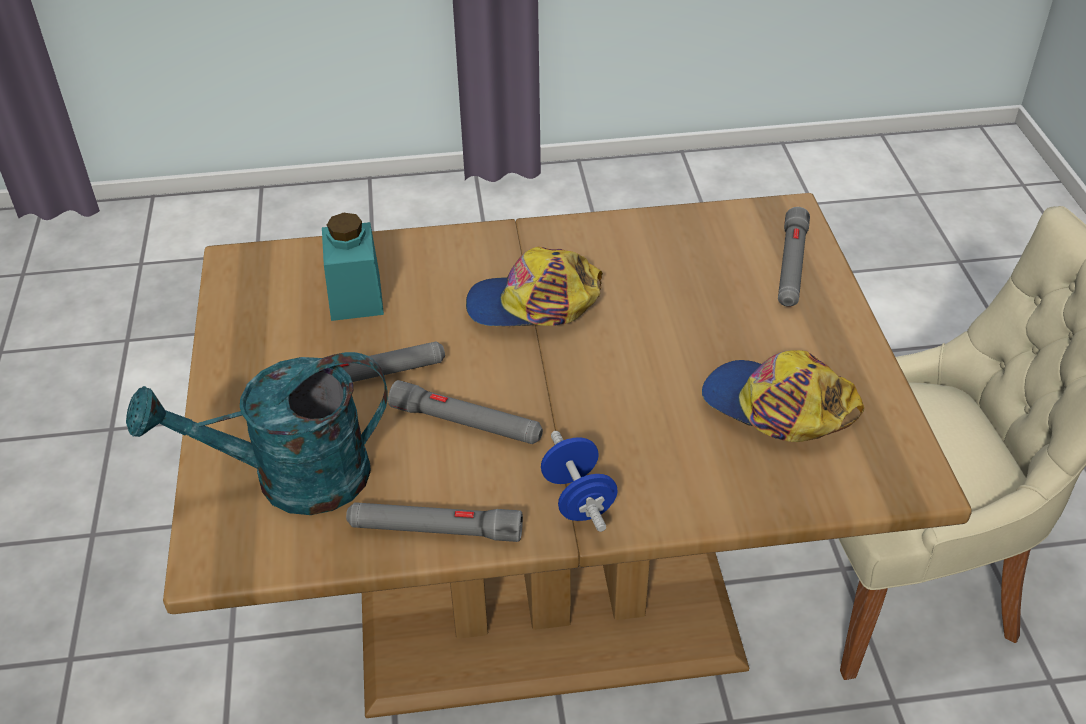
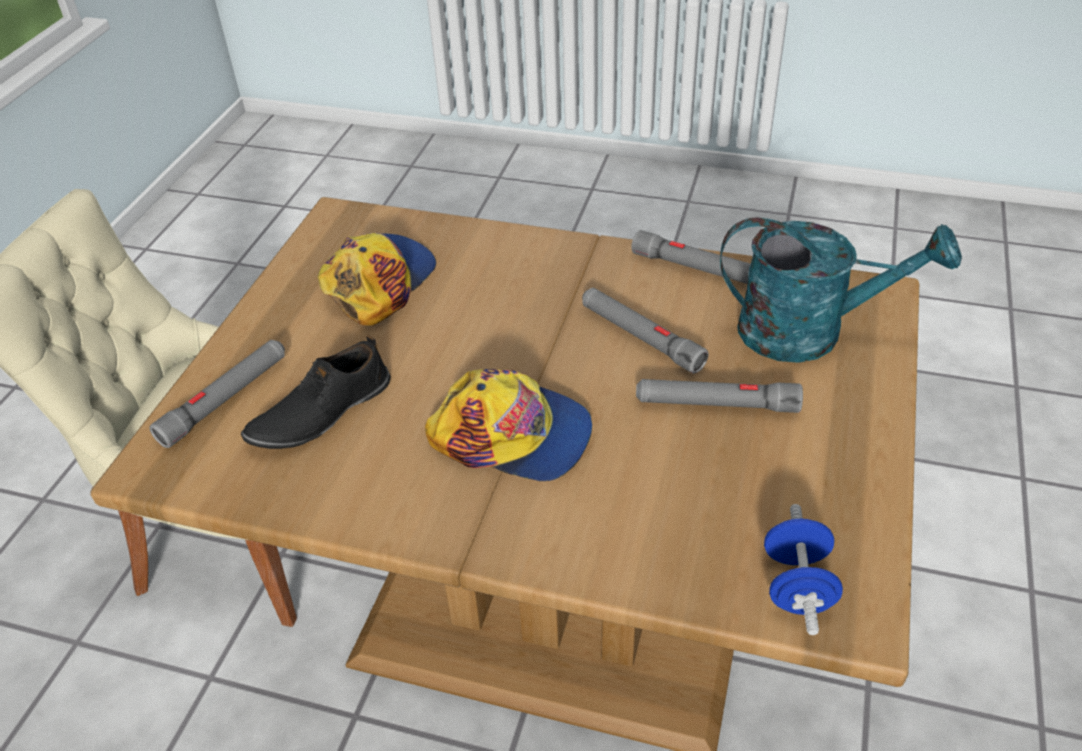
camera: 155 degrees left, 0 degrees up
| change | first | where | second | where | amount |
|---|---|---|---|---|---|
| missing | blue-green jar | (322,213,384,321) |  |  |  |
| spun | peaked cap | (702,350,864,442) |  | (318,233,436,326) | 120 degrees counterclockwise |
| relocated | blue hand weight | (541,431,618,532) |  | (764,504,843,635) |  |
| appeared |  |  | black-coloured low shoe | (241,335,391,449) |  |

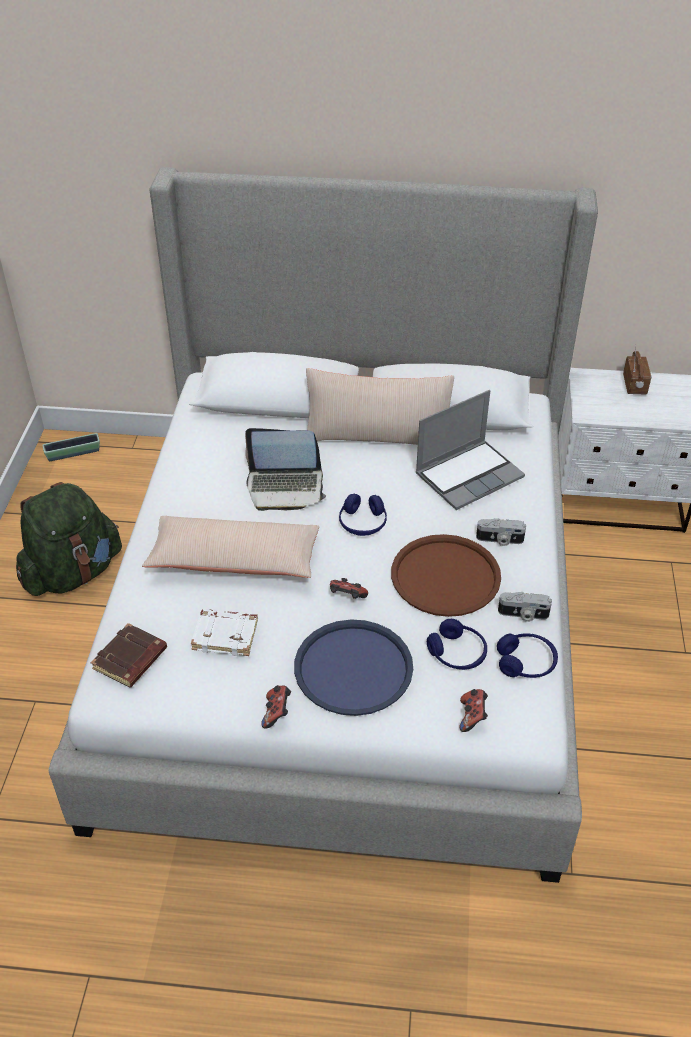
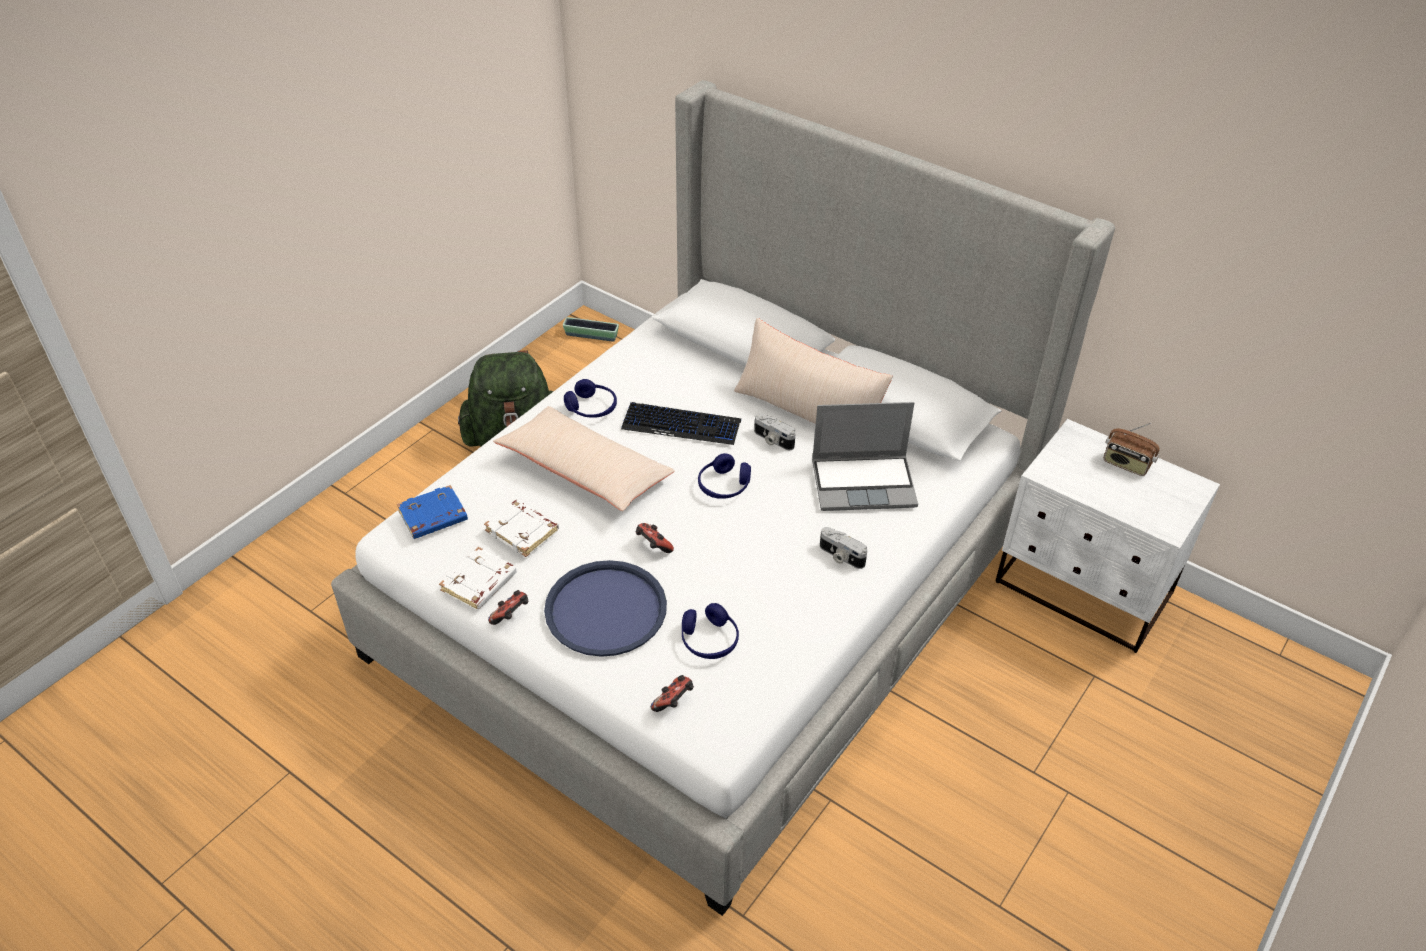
camera: 30 degrees right, 0 degrees up
| change | first | where | second | where | amount |
|---|---|---|---|---|---|
| spun | radio set | (623,345,652,394) |  | (1104,423,1160,476) | 90 degrees clockwise |
| exchanged | notebook computer | (245,428,326,511) | computer keyboard | (621,402,741,445) |  |
| missing | brownish serving tray | (391,534,501,617) |  |  |  |
| relocated | photo camera | (498,592,552,622) |  | (754,413,796,450) |  |
| colour | brownish volume | (91,623,167,687) | blue volume | (397,485,468,539) |  |
| relocated | blue pair of headphones | (497,633,558,678) |  | (564,379,617,418) |  |
| appeared |  |  | white volume | (439,547,517,610) |  |

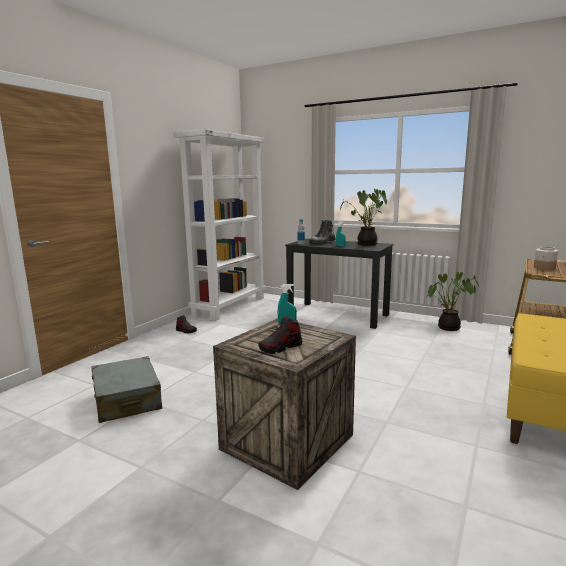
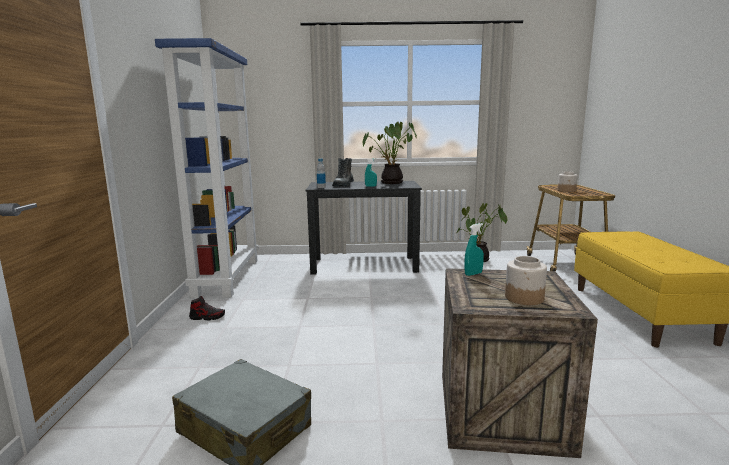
camera: 30 degrees left, 0 degrees up
| change | first | where | second | where | amount |
|---|---|---|---|---|---|
| colour | white bookcase | (175,129,265,321) | blue bookcase | (155,38,259,298) |  |
| exchanged | low shoe | (258,316,302,354) | jar | (505,256,547,305) |  |

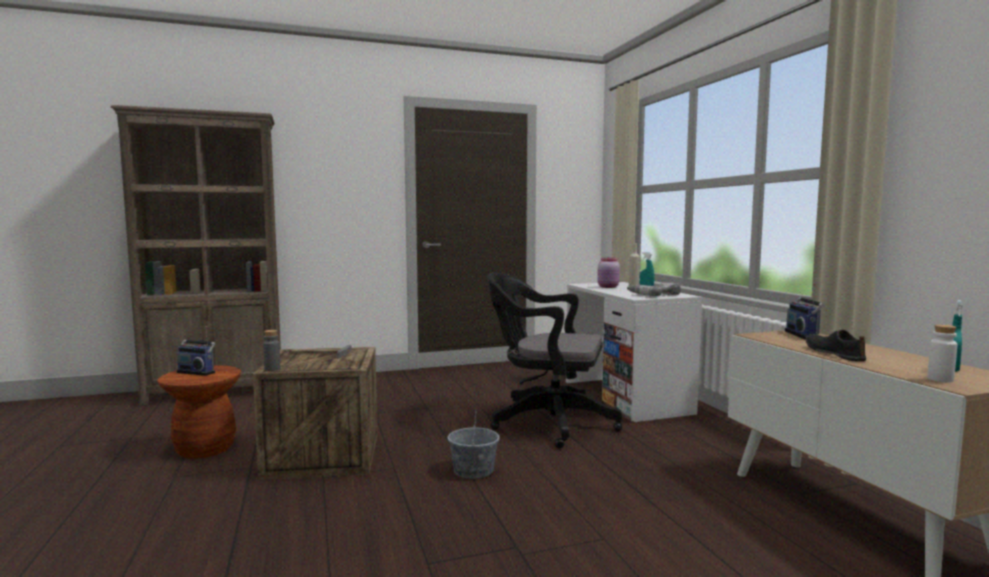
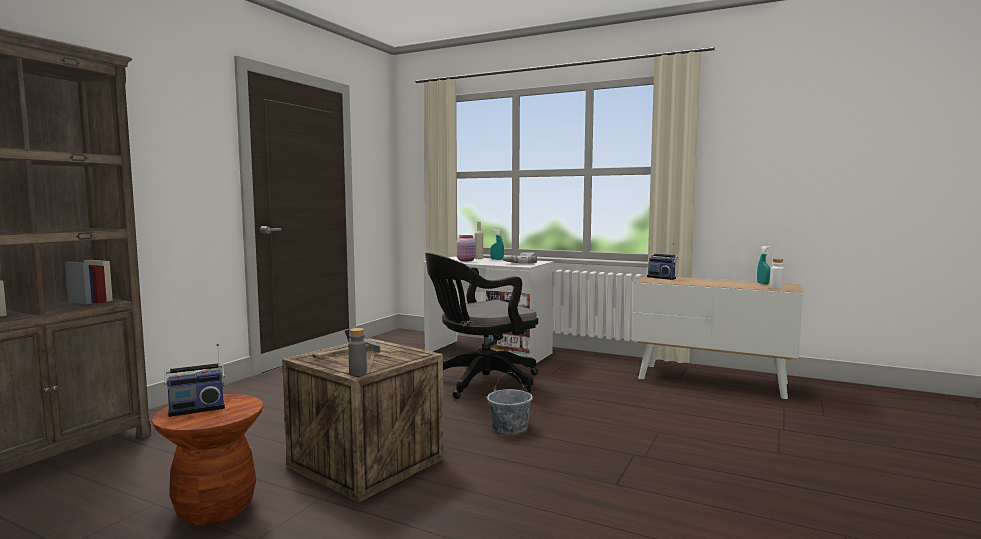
camera: 45 degrees left, 0 degrees up
| change | first | where | second | where | amount |
|---|---|---|---|---|---|
| missing | black-coloured low shoe | (806,330,866,361) |  |  |  |

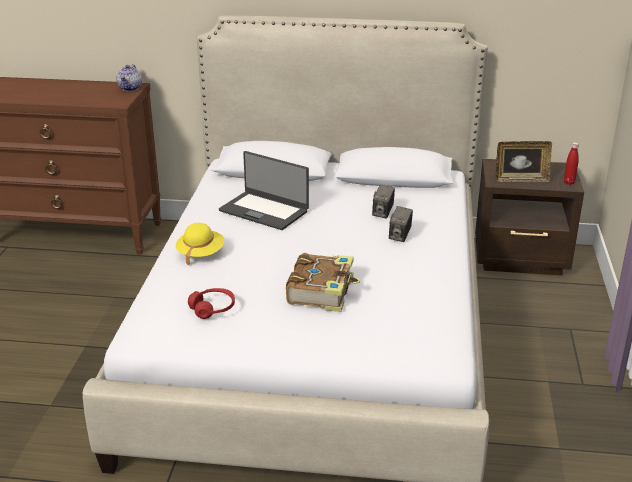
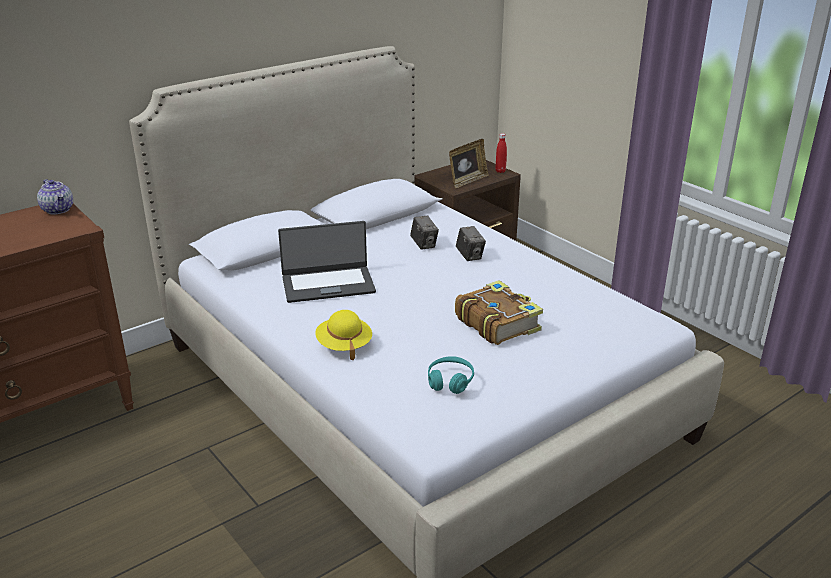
camera: 45 degrees left, 0 degrees up
| change | first | where | second | where | amount |
|---|---|---|---|---|---|
| colour | reddish pair of headphones | (188,288,235,319) | blue-green pair of headphones | (428,356,474,394) |  |

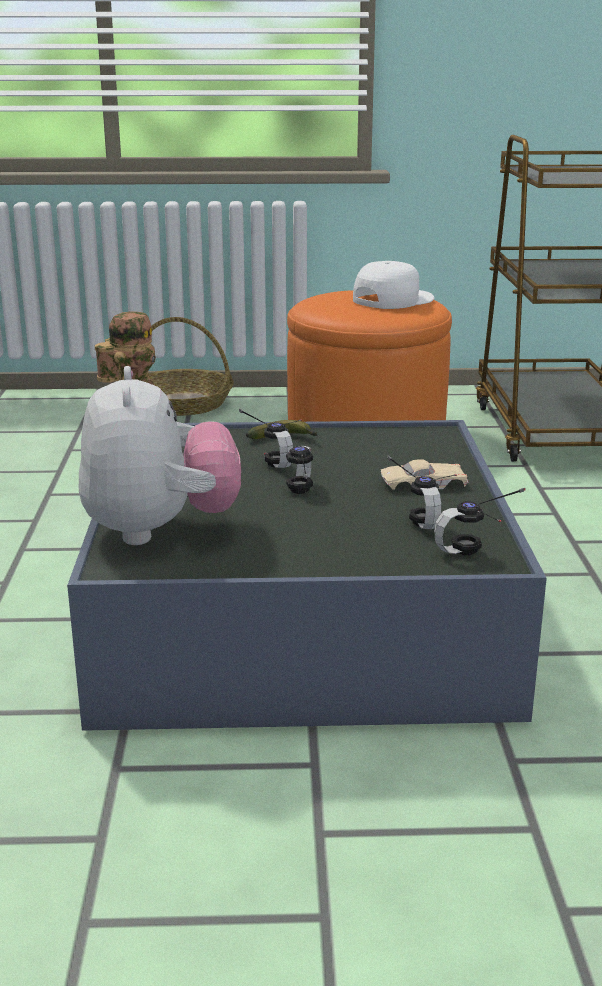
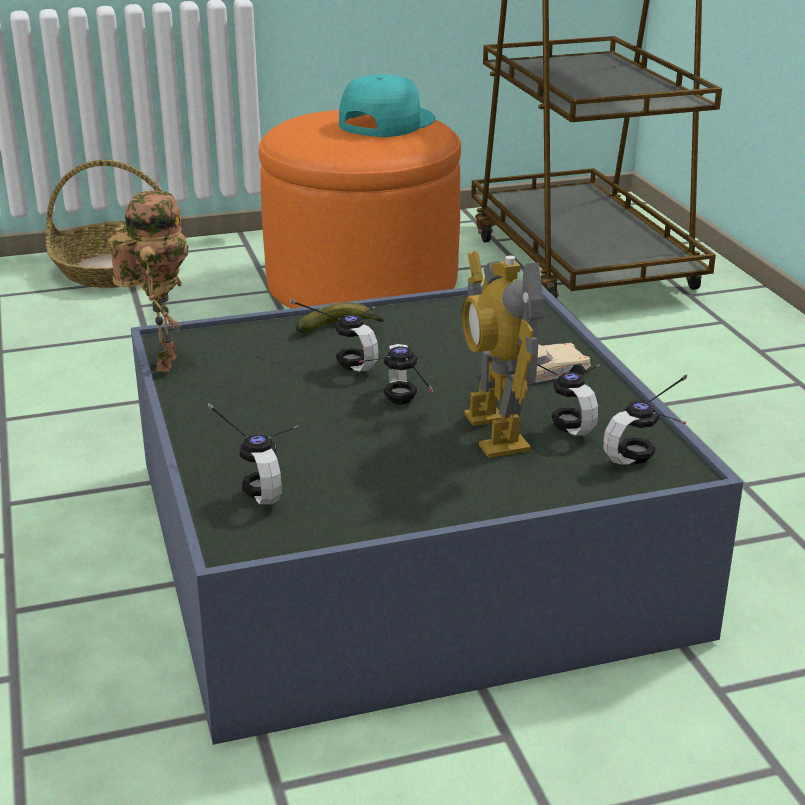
camera: 15 degrees left, 5 degrees up
| change | first | where | second | where | amount |
|---|---|---|---|---|---|
| colour | white peaked cap | (353,261,434,309) | blue-green peaked cap | (339,74,435,137) |  |
| exchanged | plush toy | (79,366,241,545) | pair of headphones | (208,403,299,505) |  |
| appeared |  |  | model robot | (462,251,544,458) |  |

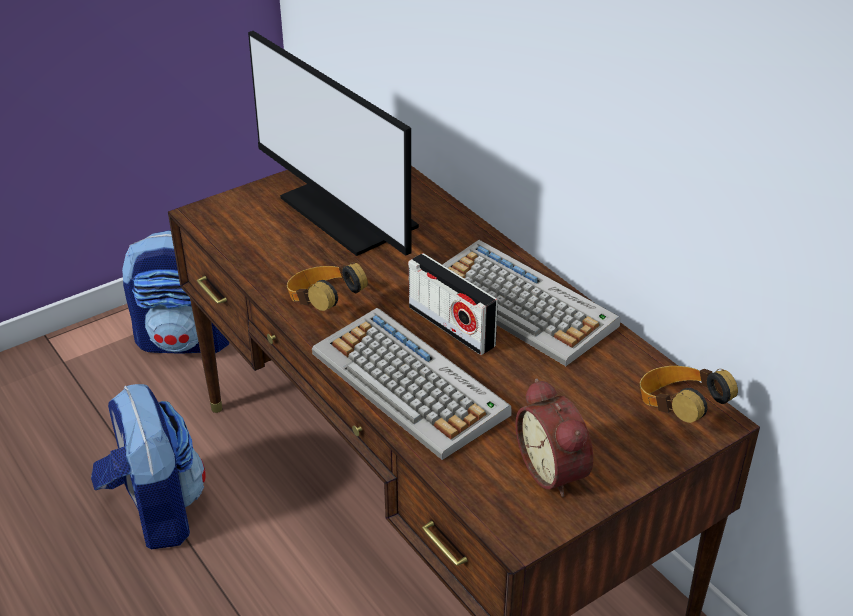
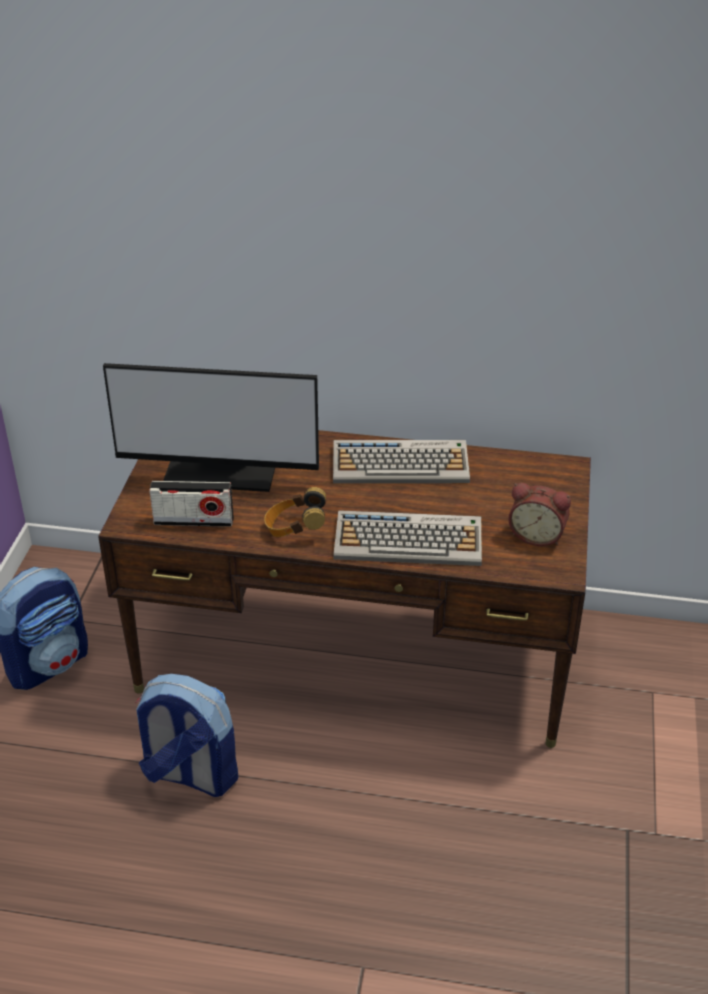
camera: 45 degrees left, 0 degrees up
| change | first | where | second | where | amount |
|---|---|---|---|---|---|
| relocated | radio set | (408,253,498,355) |  | (149,481,234,527) |  |
| missing | pair of headphones | (640,366,738,423) |  |  |  |

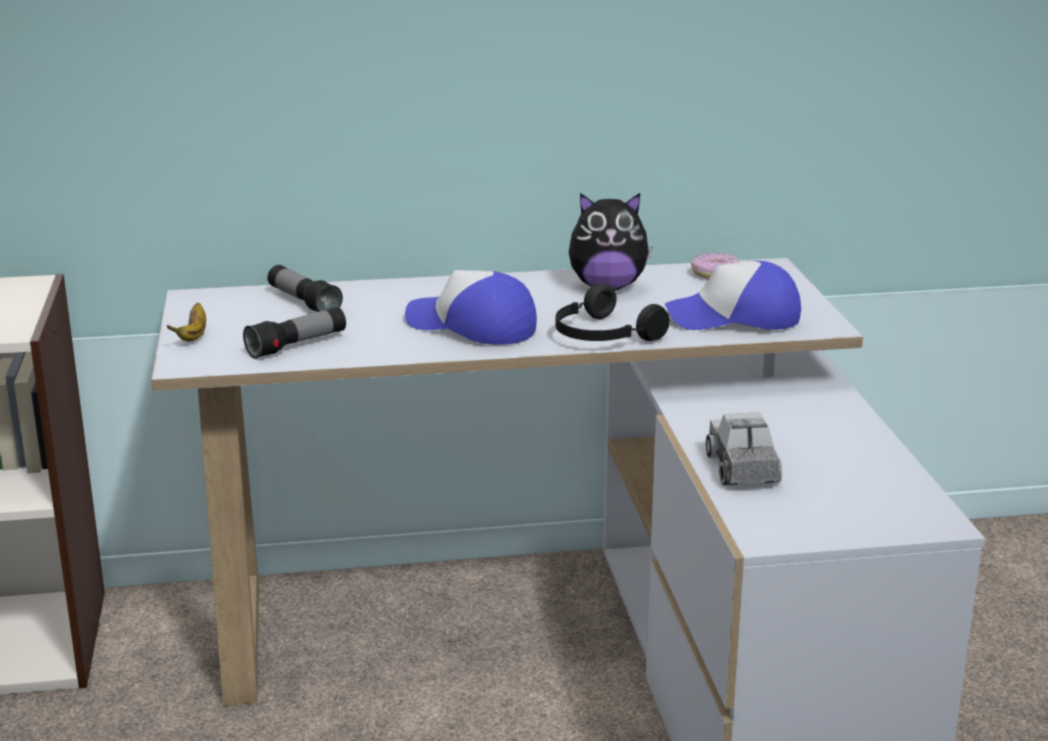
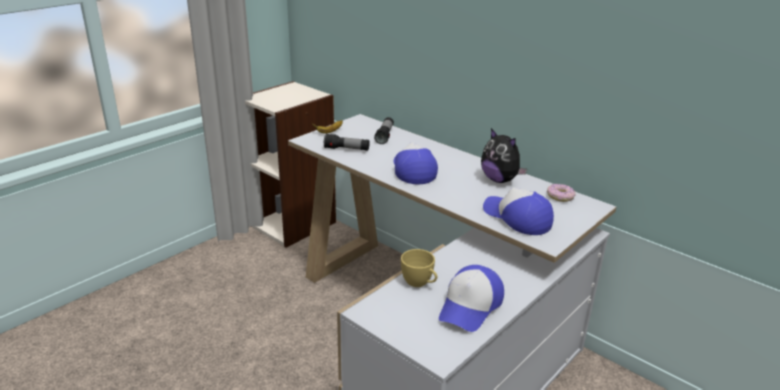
camera: 50 degrees right, 5 degrees up
| change | first | where | second | where | amount |
|---|---|---|---|---|---|
| missing | black-coloured pair of headphones | (556,283,670,341) |  |  |  |
| exchanged | model truck | (706,412,782,485) | yellow small cup | (401,249,437,287) |  |
| appeared |  |  | peaked cap | (439,265,504,332) |  |

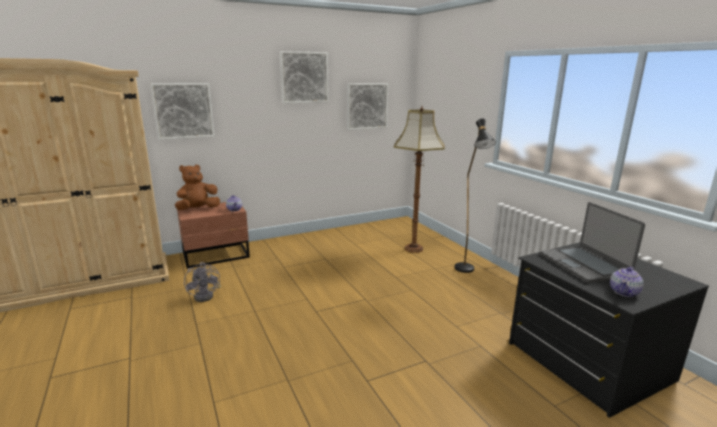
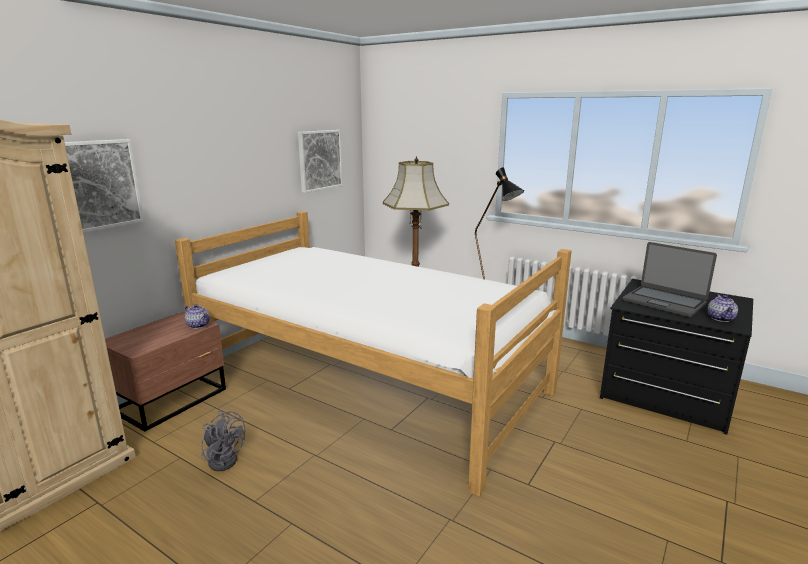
camera: 30 degrees left, 0 degrees up
| change | first | where | second | where | amount |
|---|---|---|---|---|---|
| missing | picture | (280,51,329,104) |  |  |  |
| missing | brownish plush toy | (175,165,220,210) |  |  |  |
| appeared |  |  | sleeping bed | (175,211,571,497) |  |

